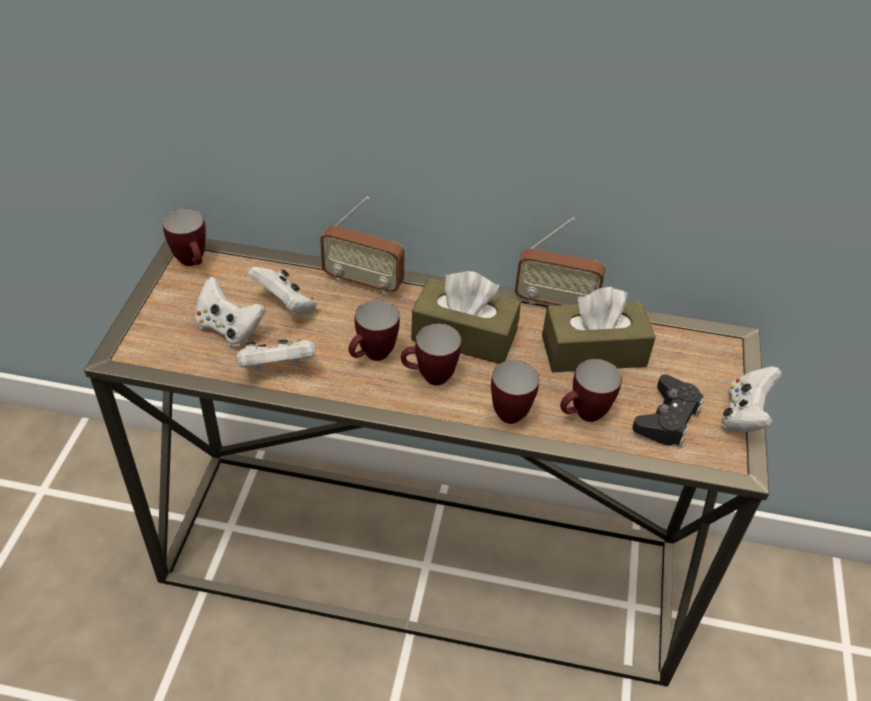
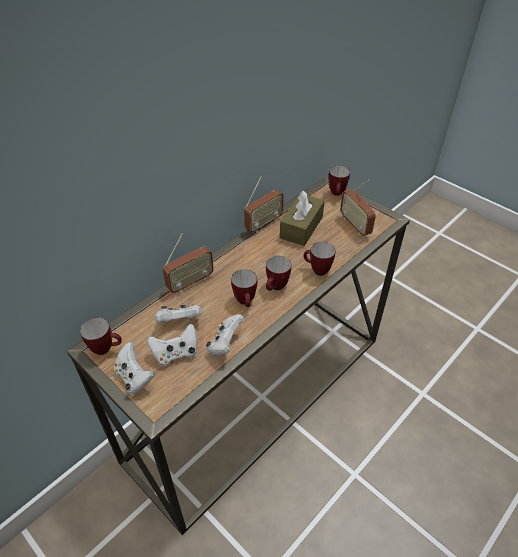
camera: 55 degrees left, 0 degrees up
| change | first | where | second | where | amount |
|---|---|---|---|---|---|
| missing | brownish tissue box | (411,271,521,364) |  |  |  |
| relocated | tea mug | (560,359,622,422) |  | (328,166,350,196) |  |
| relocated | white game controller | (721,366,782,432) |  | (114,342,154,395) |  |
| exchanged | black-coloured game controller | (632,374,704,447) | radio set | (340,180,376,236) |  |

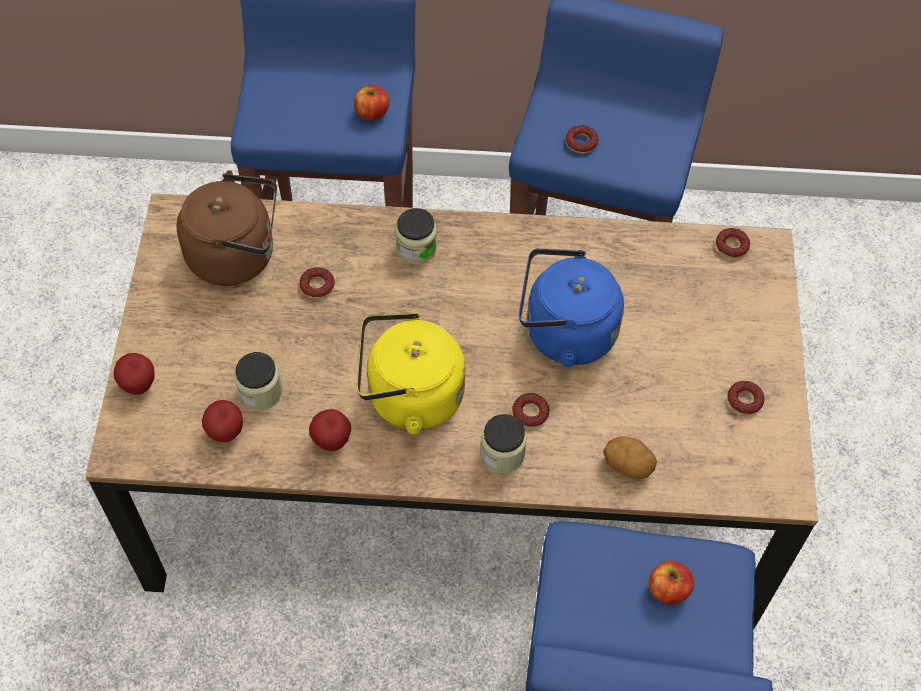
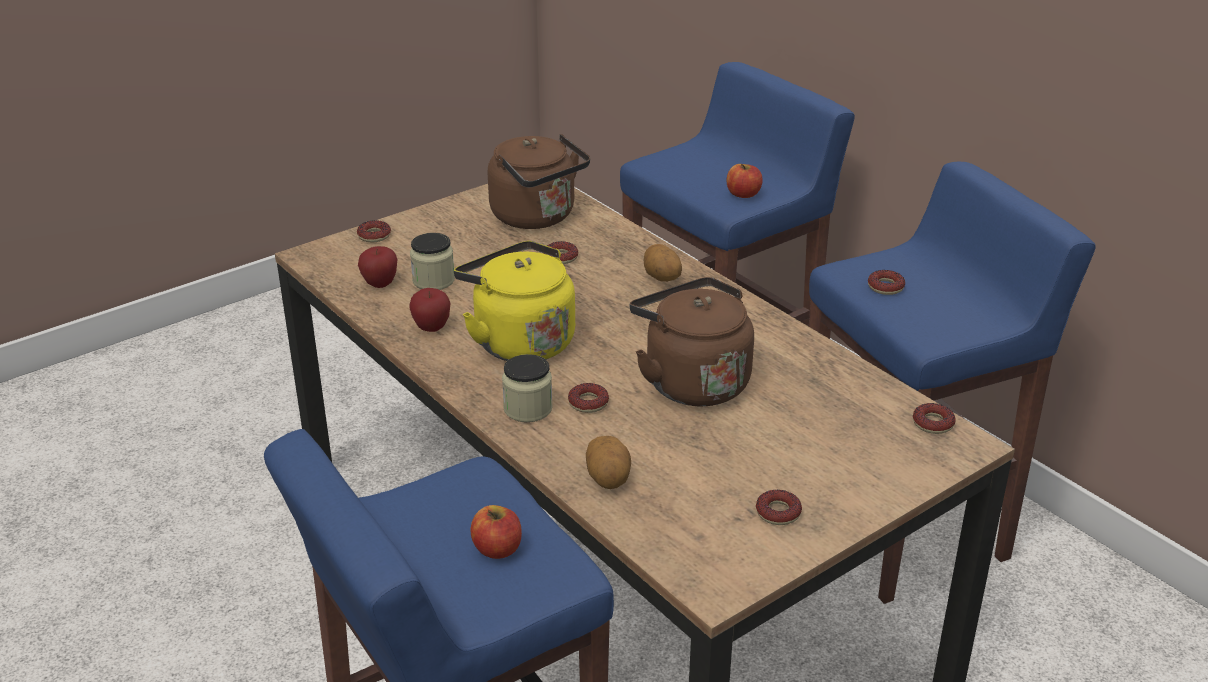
camera: 50 degrees right, 25 degrees down
| change | first | where | second | where | amount |
|---|---|---|---|---|---|
| exchanged | jar | (395,208,437,264) | potato | (644,244,682,282) |  |
| colour | blue kettle | (519,248,624,367) | brownish kettle | (630,277,754,406) |  |
| exchanged | whole apple | (114,353,154,395) | ring doughnut | (357,220,391,243) |  |

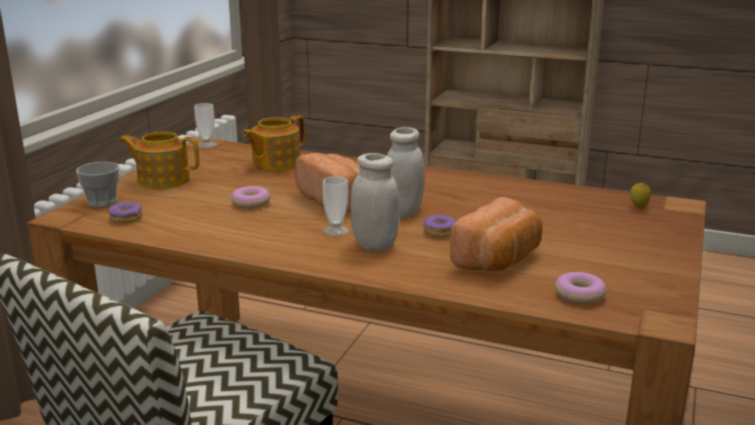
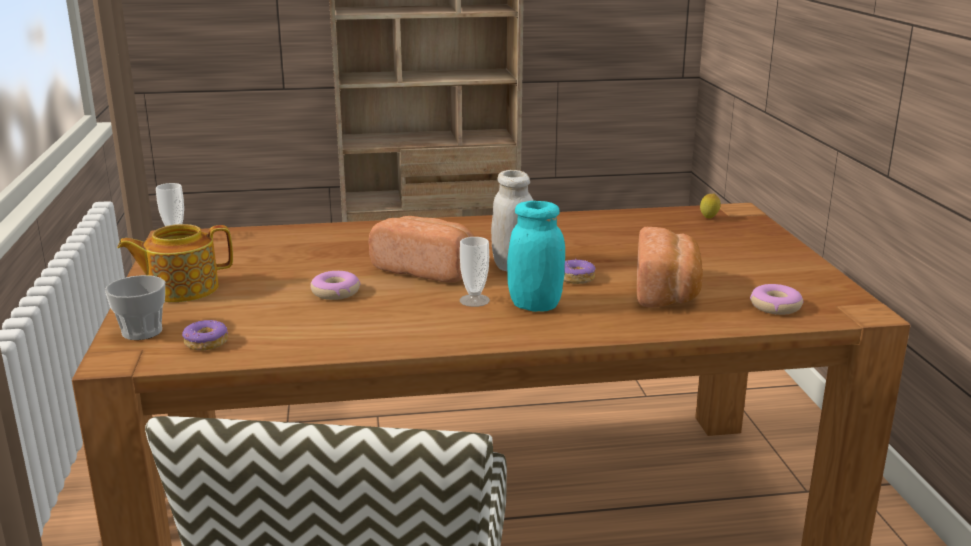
camera: 30 degrees left, 0 degrees up
| change | first | where | second | where | amount |
|---|---|---|---|---|---|
| missing | tea pot | (242,115,305,171) |  |  |  |
| colour | white jar | (351,153,400,251) | blue-green jar | (507,201,565,312) |  |

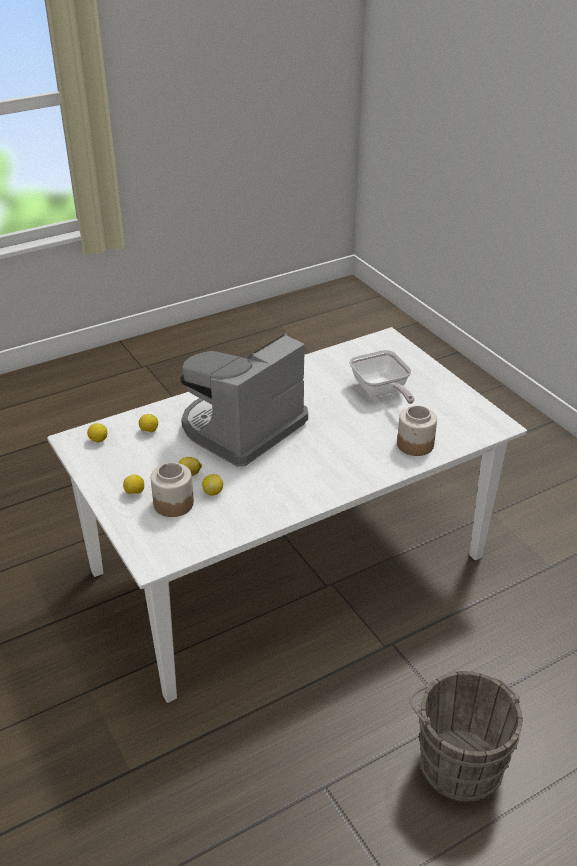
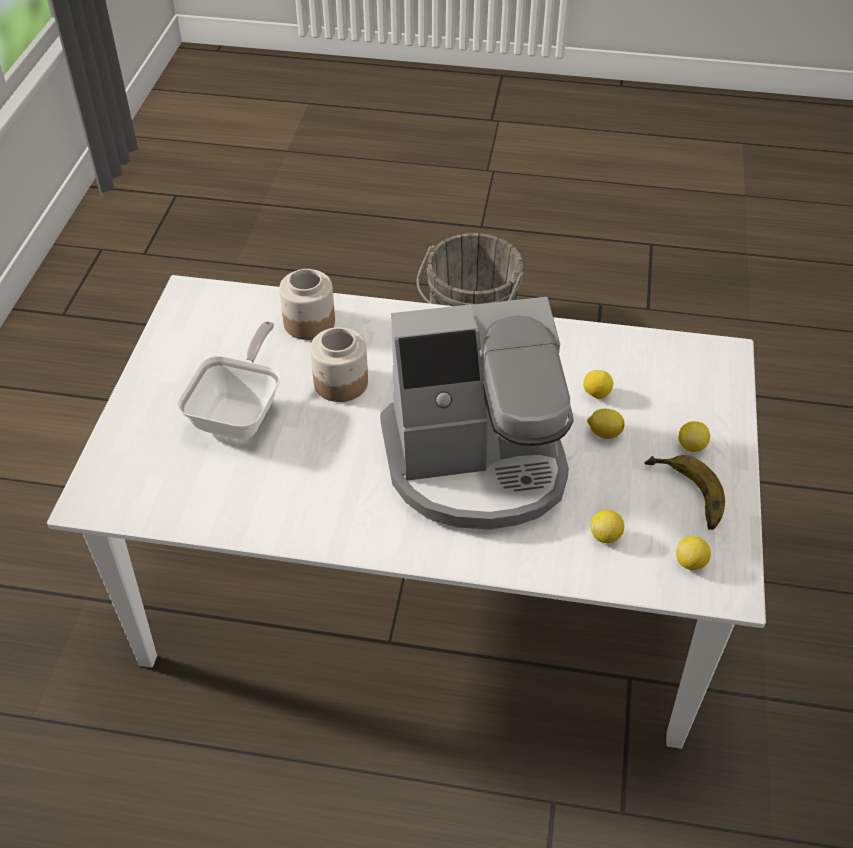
camera: 140 degrees left, 10 degrees up
| change | first | where | second | where | amount |
|---|---|---|---|---|---|
| relocated | jar | (151,462,194,517) |  | (310,327,368,402) |  |
| appeared |  |  | whole banana | (644,455,725,530) |  |

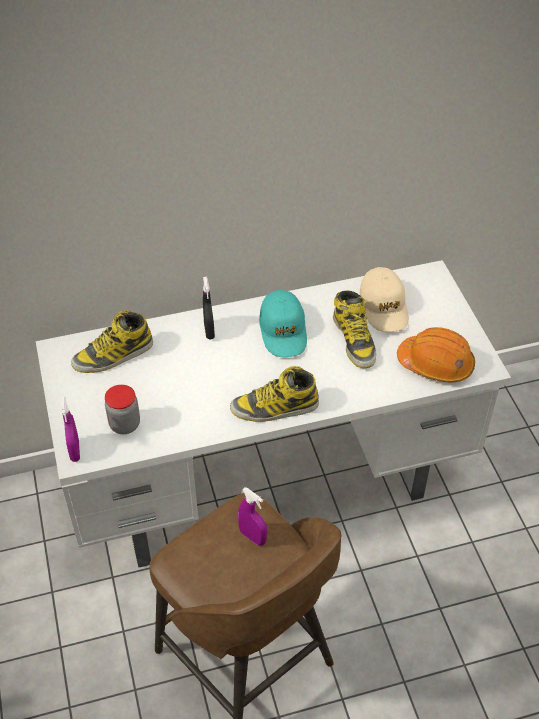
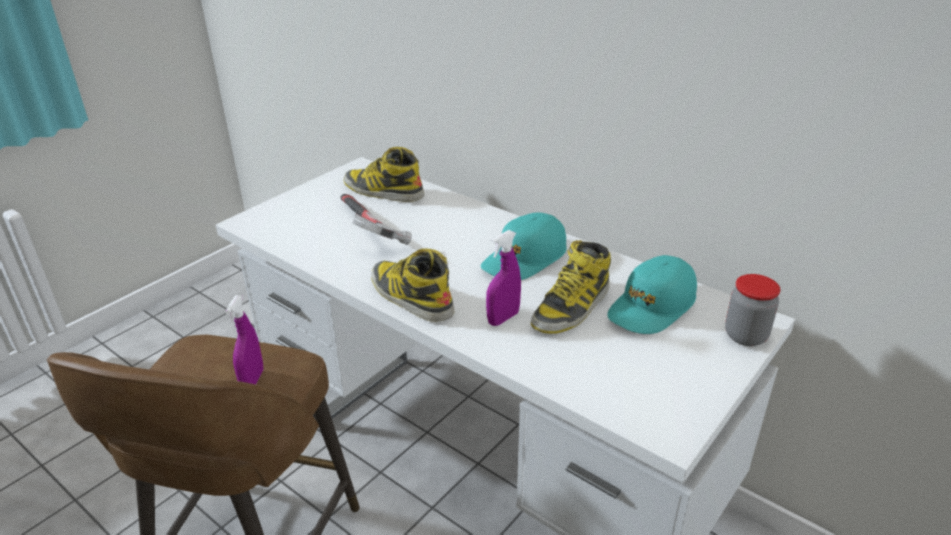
camera: 55 degrees right, 15 degrees down
| change | first | where | second | where | amount |
|---|---|---|---|---|---|
| colour | sand-coloured peaked cap | (359,267,409,332) | blue-green peaked cap | (607,255,697,334) |  |
| missing | black-coloured sprayer | (203,277,215,339) |  |  |  |
| missing | orange safety helmet | (397,327,475,382) |  |  |  |
| relocated | jar | (105,385,140,434) |  | (725,274,781,346) |  |
| relocated | purple sprayer | (61,396,80,462) |  | (486,230,521,326) |  |
| appeared |  |  | hammer | (340,194,412,245) |  |

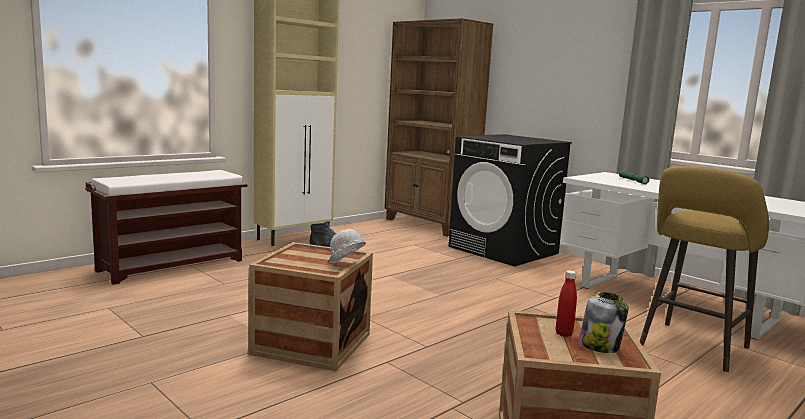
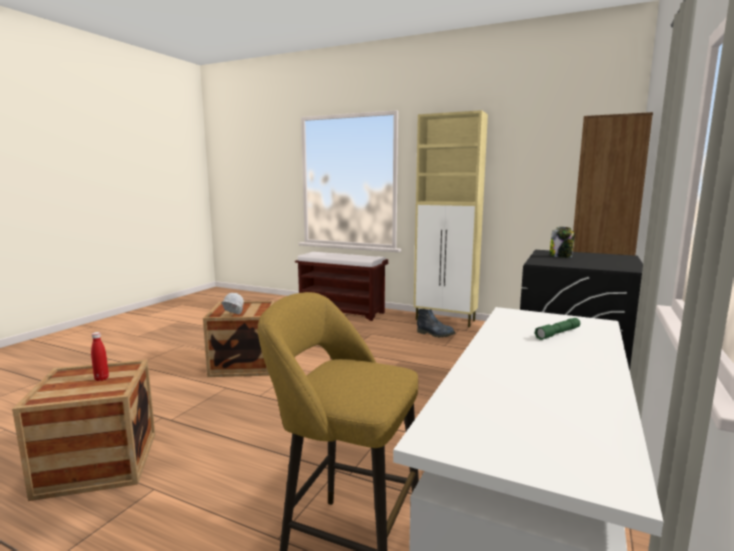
camera: 70 degrees right, 0 degrees up
| change | first | where | second | where | amount |
|---|---|---|---|---|---|
| relocated | jar | (579,292,628,353) |  | (550,227,575,258) |  |

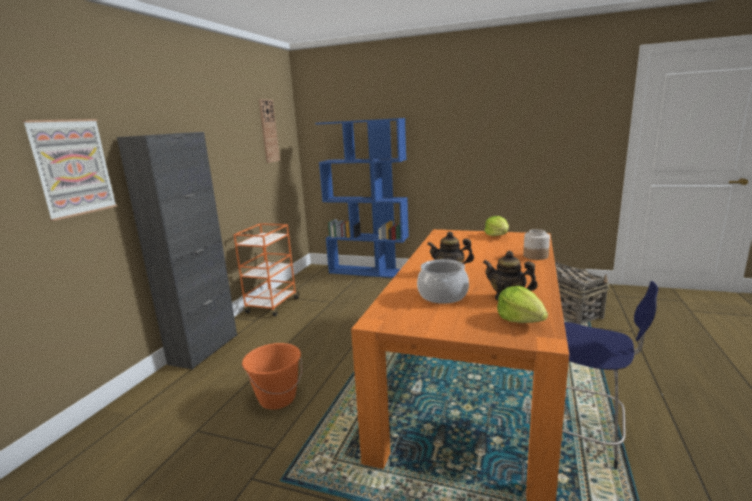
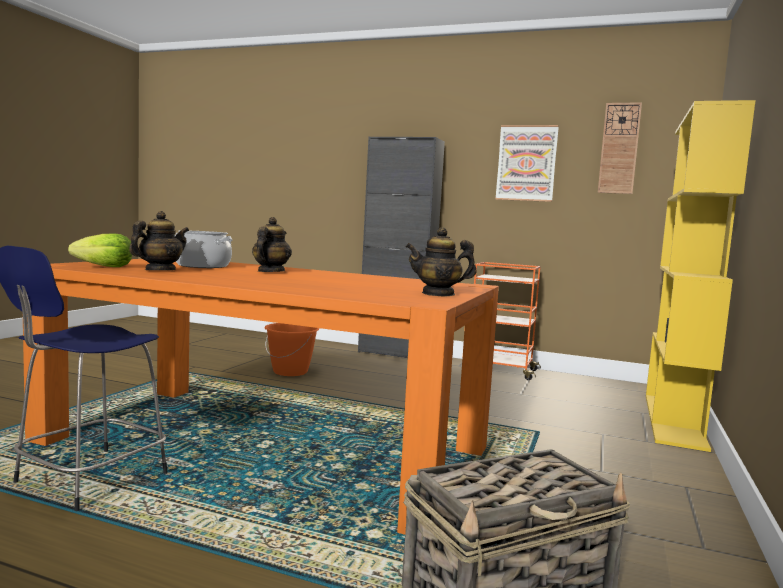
camera: 90 degrees right, 10 degrees down
| change | first | where | second | where | amount |
|---|---|---|---|---|---|
| colour | blue bookcase | (315,118,409,278) | yellow bookcase | (646,100,756,452) |  |
| relocated | picture | (22,119,117,221) |  | (495,125,559,202) |  |
| exchanged | lettuce head | (484,216,509,236) | tea pot | (406,227,476,296) |  |
| missing | jar | (523,229,550,260) |  |  |  |

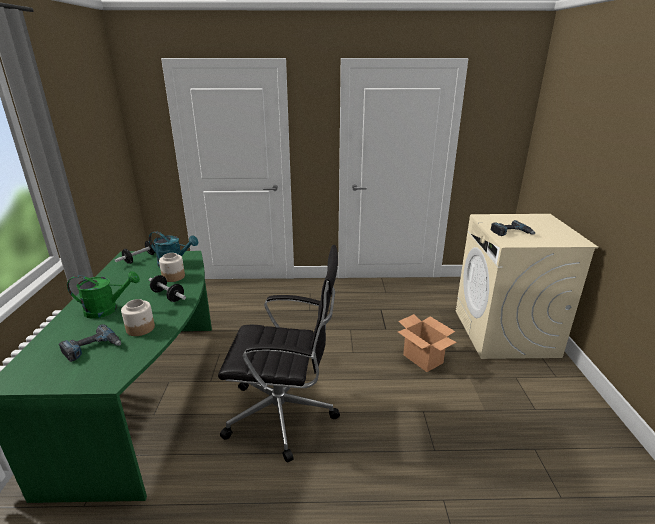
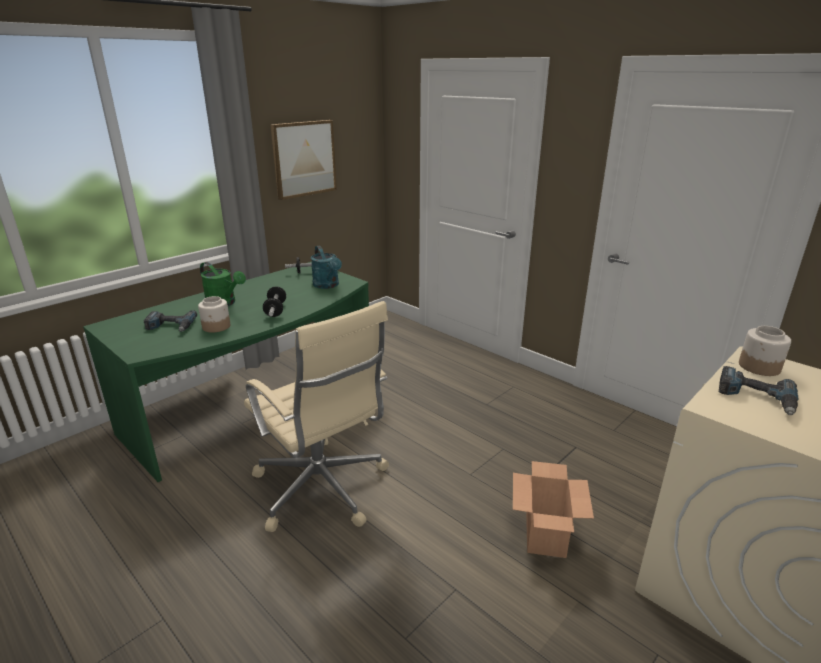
camera: 45 degrees right, 0 degrees up
| change | first | where | second | where | amount |
|---|---|---|---|---|---|
| colour | black-coloured desk chair | (218,245,340,463) | sand-coloured desk chair | (244,301,389,532) |  |
| relocated | jar | (159,253,185,282) |  | (739,326,791,376) |  |
| appeared |  |  | picture | (270,120,337,200) |  |

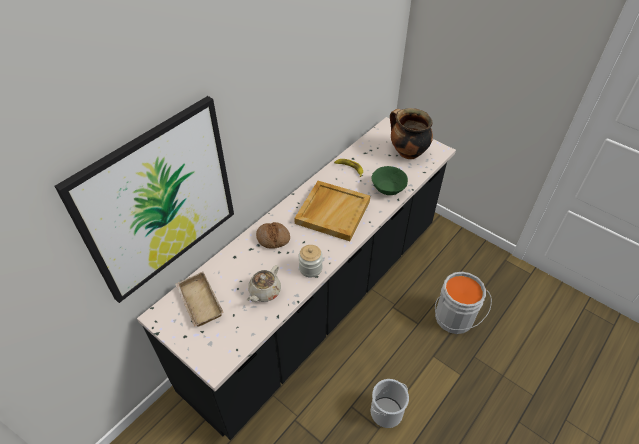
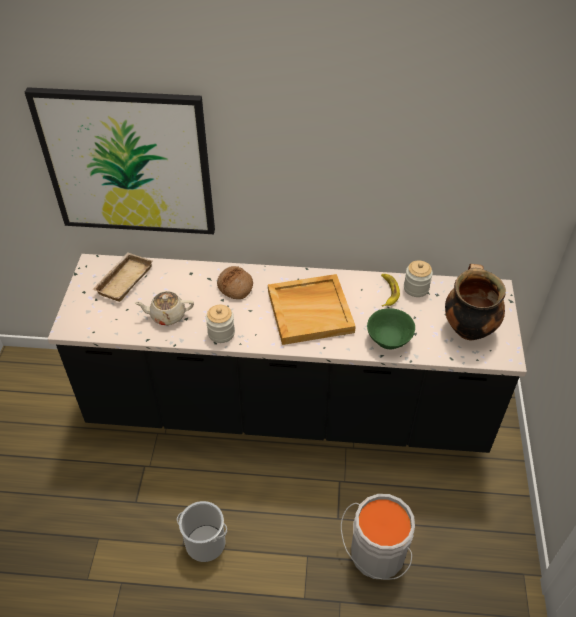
camera: 55 degrees right, 0 degrees up
| change | first | where | second | where | amount |
|---|---|---|---|---|---|
| appeared |  |  | jar | (404,260,433,297) |  |

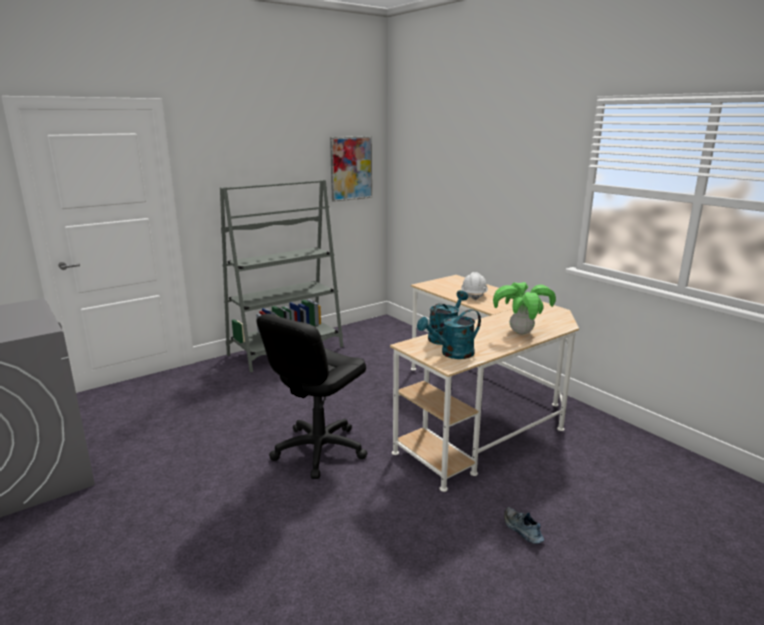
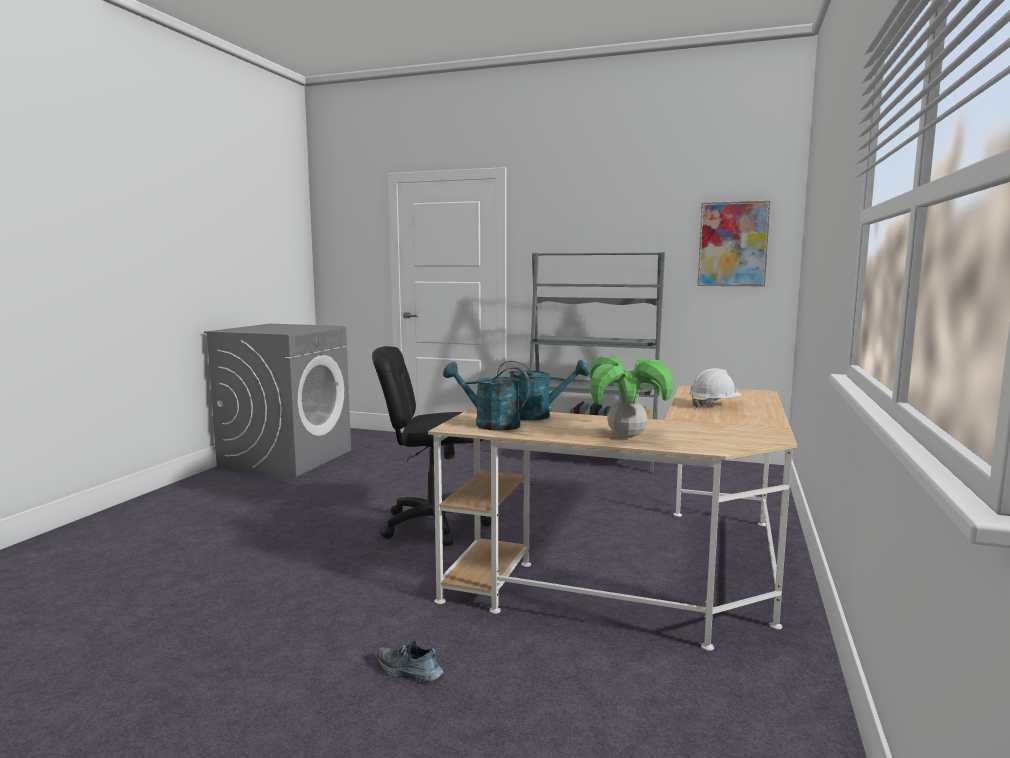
camera: 55 degrees right, 10 degrees down
| change | first | where | second | where | amount |
|---|---|---|---|---|---|
| spun | low shoe | (504,507,544,544) |  | (377,640,443,682) | 90 degrees counterclockwise |

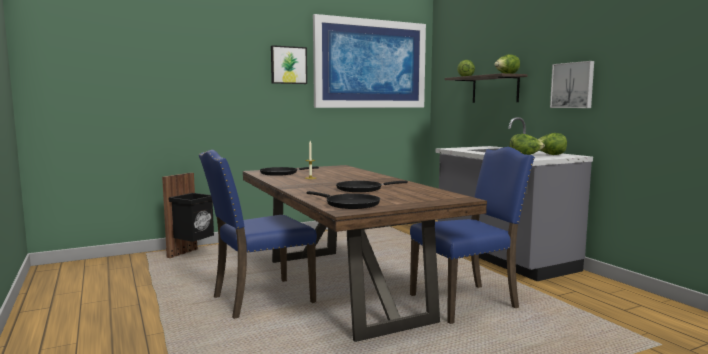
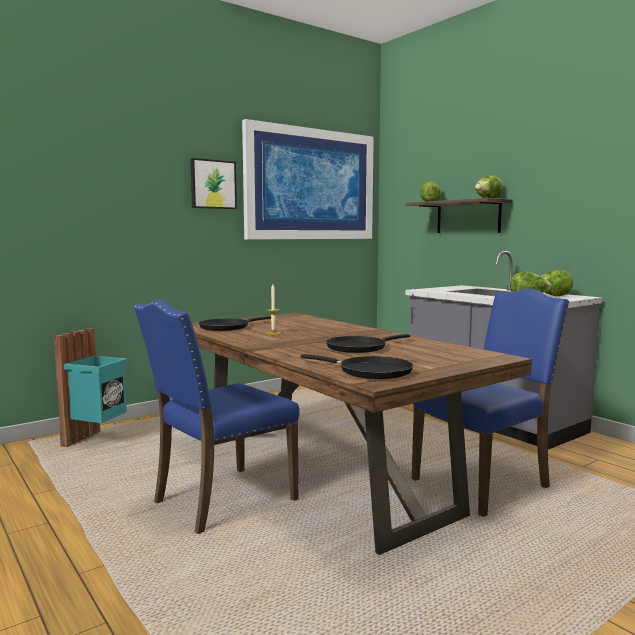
camera: 10 degrees left, 0 degrees up
| change | first | where | second | where | amount |
|---|---|---|---|---|---|
| missing | picture | (550,61,594,108) |  |  |  |
| colour | black-coloured trash can | (162,173,214,258) | blue-green trash can | (54,328,128,447) |  |

